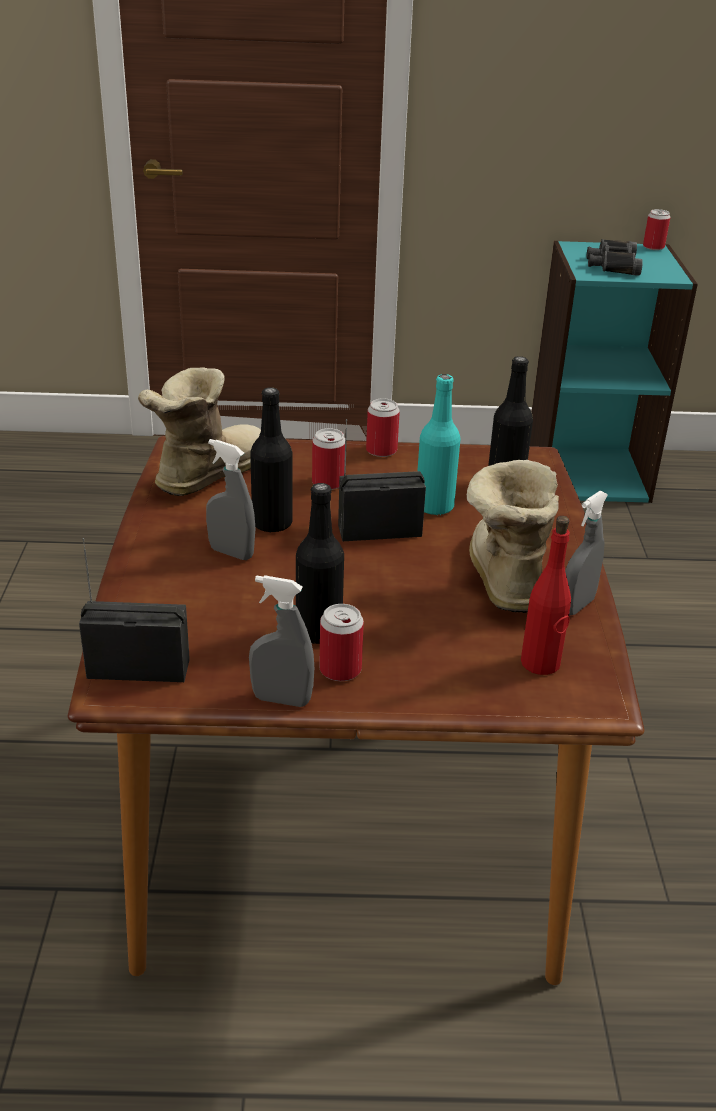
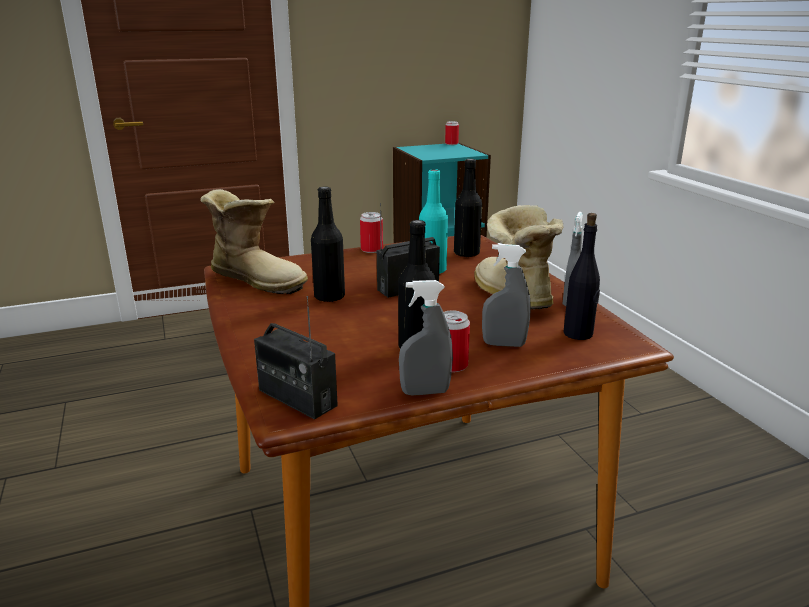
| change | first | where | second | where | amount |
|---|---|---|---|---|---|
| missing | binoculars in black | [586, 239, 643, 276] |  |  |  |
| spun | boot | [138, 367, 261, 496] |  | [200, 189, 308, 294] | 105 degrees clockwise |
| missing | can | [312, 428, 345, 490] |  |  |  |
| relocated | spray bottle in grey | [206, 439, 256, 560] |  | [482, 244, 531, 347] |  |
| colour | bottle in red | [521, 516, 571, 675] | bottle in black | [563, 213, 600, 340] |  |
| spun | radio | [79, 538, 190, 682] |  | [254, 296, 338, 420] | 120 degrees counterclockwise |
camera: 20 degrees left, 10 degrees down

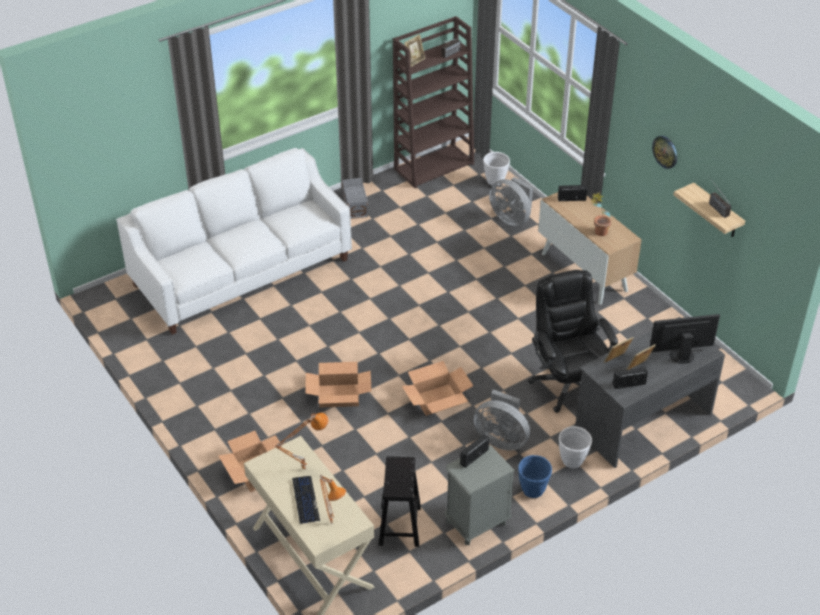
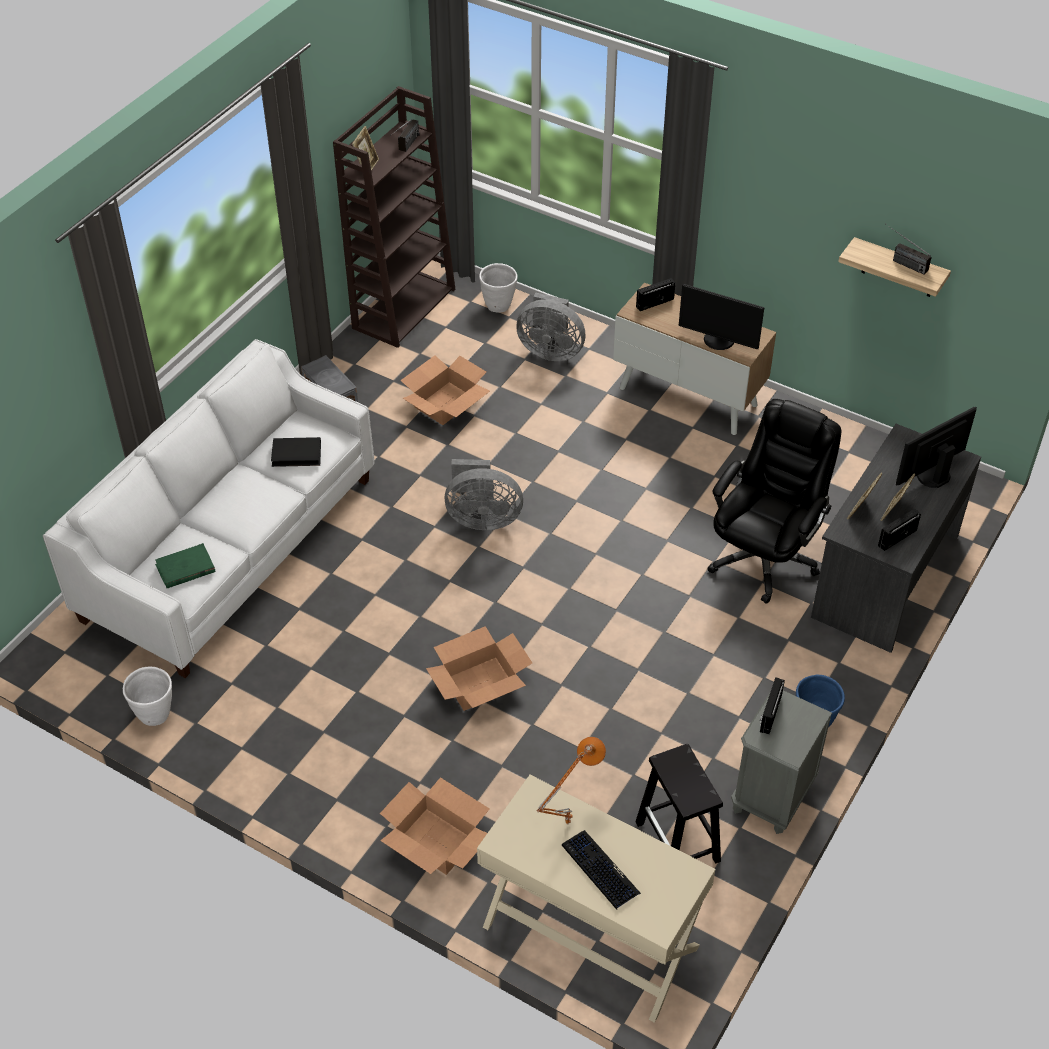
| change | first | where | second | where | amount |
|---|---|---|---|---|---|
| missing | wall clock | [652, 136, 677, 169] |  |  |  |
| exchanged | potted plant | [590, 192, 611, 236] | monitor | [679, 284, 764, 350] |  |
| spun | office chair in black | [528, 270, 618, 413] |  | [707, 399, 841, 604] | 75 degrees clockwise |
| relocated | cardboard box | [402, 361, 473, 416] |  | [400, 355, 490, 425] |  |
| relocated | fan in grey | [473, 389, 530, 451] |  | [445, 459, 523, 530] |  |
| relocated | planter in white | [559, 426, 592, 468] |  | [123, 667, 172, 726] |  |
| missing | table lamp in orange | [320, 475, 346, 524] |  |  |  |
| appeared |  |  | book in black | [271, 437, 321, 467] |  |
| appeared |  |  | book in green | [155, 543, 215, 588] |  |
camera: 25 degrees left, 5 degrees up

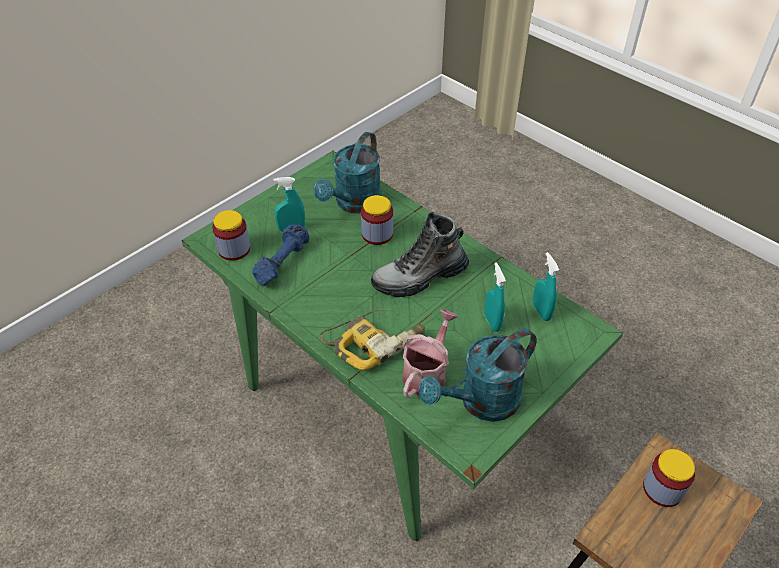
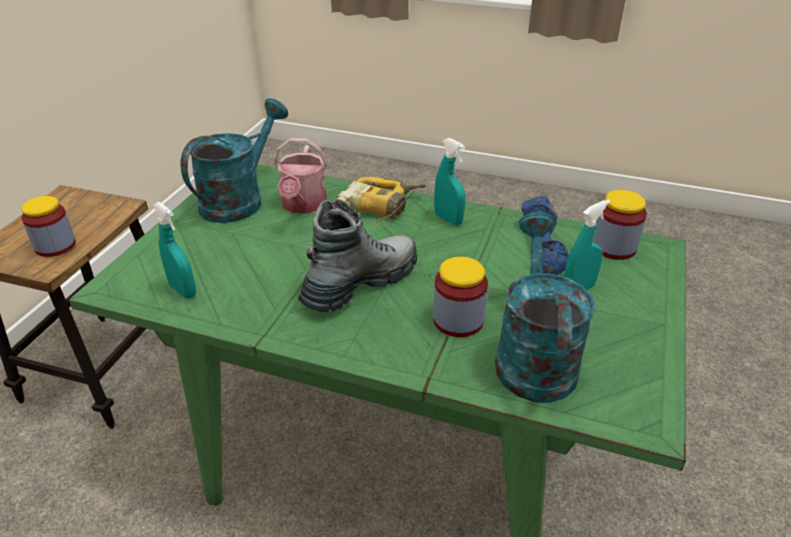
| change | first | where | second | where | amount |
|---|---|---|---|---|---|
| relocated | spray bottle in turquoise | [484, 262, 506, 332] |  | [434, 138, 466, 225] |  |
camera: 155 degrees right, 10 degrees down

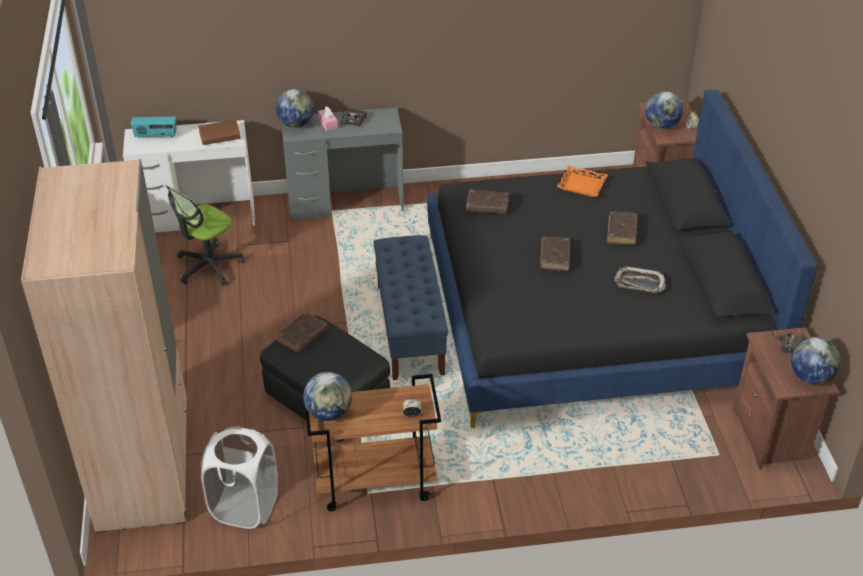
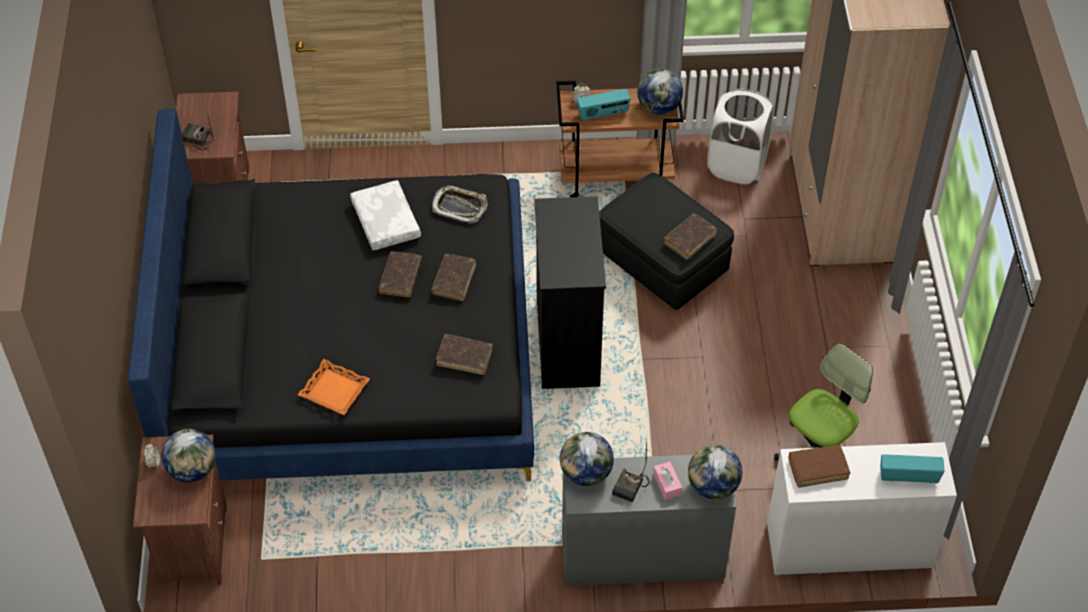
| change | first | where | second | where | amount |
|---|---|---|---|---|---|
| relocated | book in brown | [607, 211, 637, 245] |  | [431, 254, 476, 301] |  |
| exchanged | bench in blue | [374, 235, 448, 380] | dresser in black | [534, 196, 606, 389] |  |
| relocated | tray | [615, 267, 666, 293] |  | [432, 185, 488, 223] |  |
| relocated | globe | [791, 337, 841, 385] |  | [560, 432, 614, 486] |  |
| appeared |  |  | radio | [577, 89, 630, 121] |  |
| appeared |  |  | pillow in white | [350, 180, 421, 250] |  |
camera: 175 degrees left, 10 degrees up

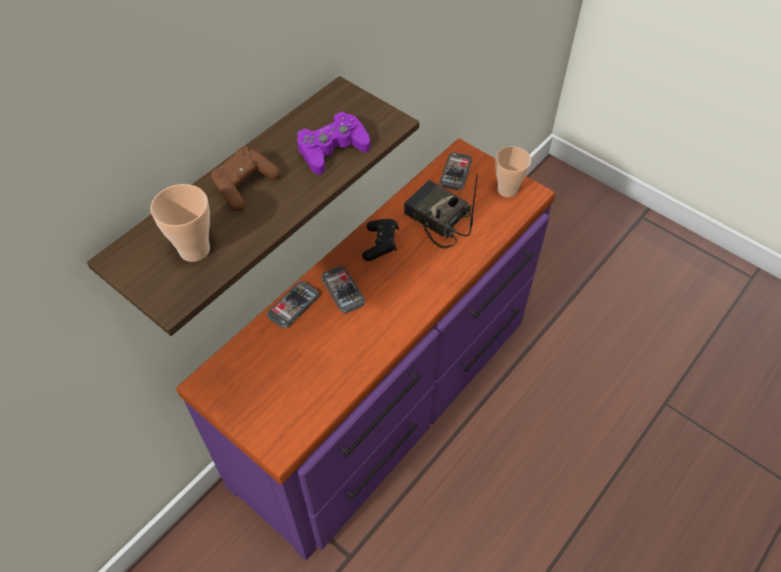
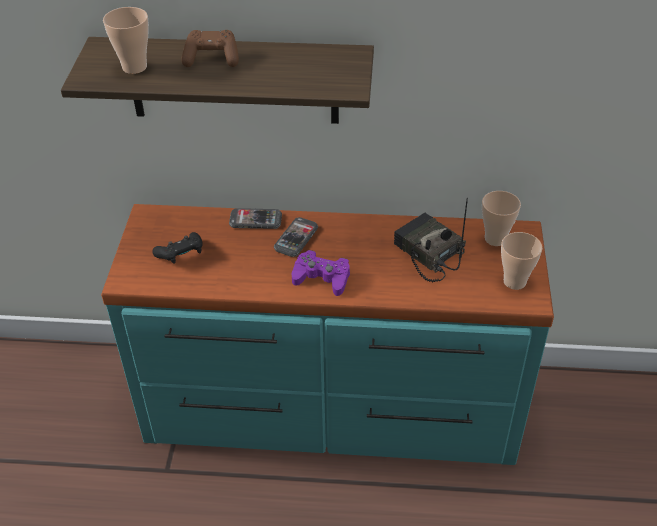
| change | first | where | second | where | amount |
|---|---|---|---|---|---|
| relocated | game controller in purple | [297, 112, 370, 175] |  | [292, 250, 350, 296] |  |
| colour | dresser in purple | [176, 138, 555, 560] | dresser in turquoise | [101, 204, 554, 465] |  |
| exchanged | phone | [440, 152, 472, 190] | cup | [482, 191, 521, 246] |  |
| spun | radio | [404, 174, 478, 249] |  | [394, 198, 468, 282] | 45 degrees counterclockwise |
| relocated | game controller in black | [362, 219, 399, 261] |  | [152, 232, 202, 264] |  |
camera: 55 degrees right, 10 degrees down

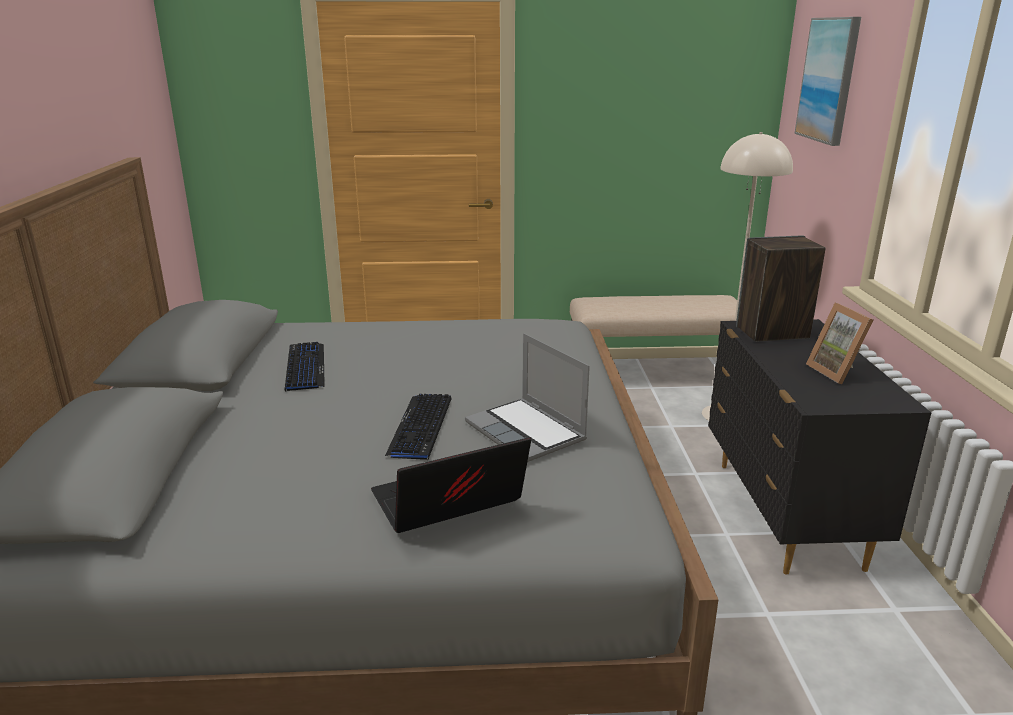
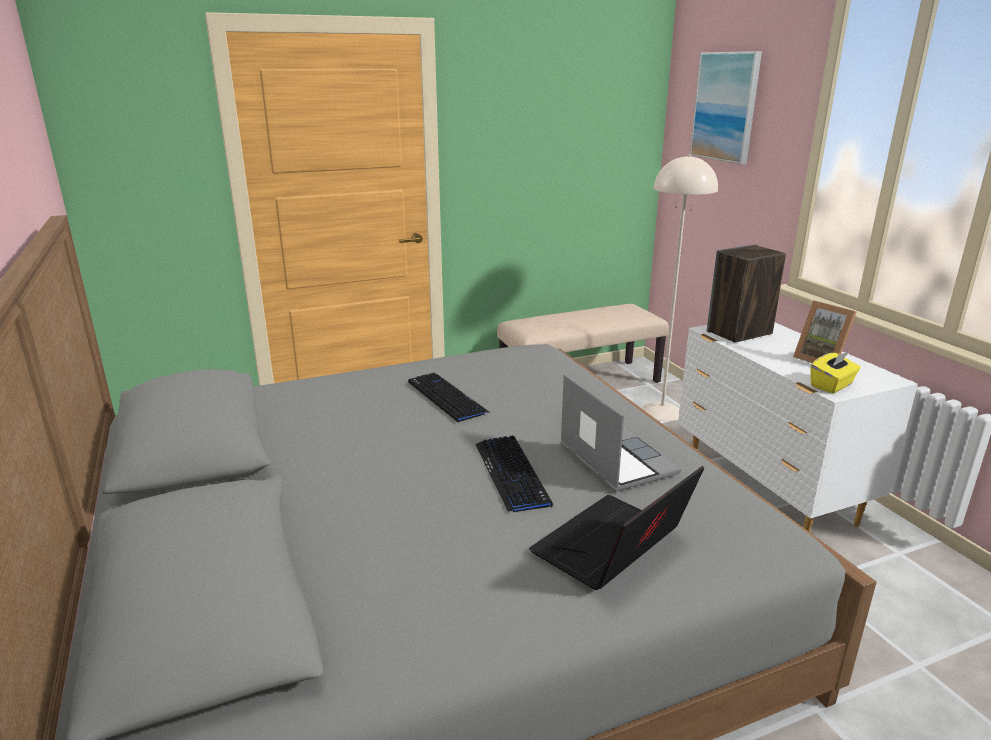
| change | first | where | second | where | amount |
|---|---|---|---|---|---|
| colour | dresser in black | [708, 319, 931, 574] | dresser in white | [678, 323, 918, 532] |  |
| spun | laptop | [465, 333, 590, 462] |  | [560, 374, 681, 492] | 150 degrees counterclockwise |
| relocated | keyboard | [285, 342, 325, 391] |  | [408, 373, 490, 423] |  |
| appeared |  |  | tissue box in yellow | [810, 351, 861, 393] |  |
camera: 20 degrees left, 0 degrees up

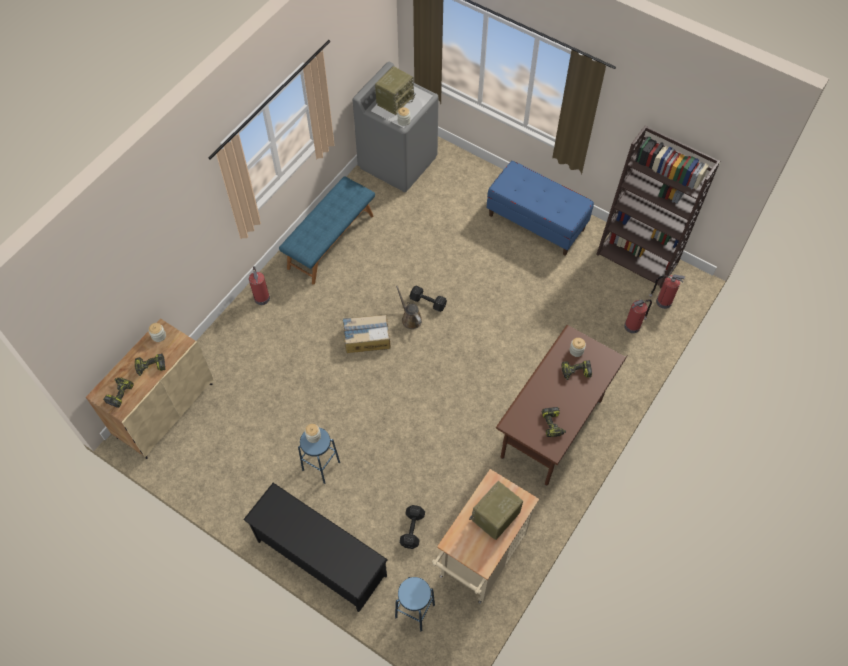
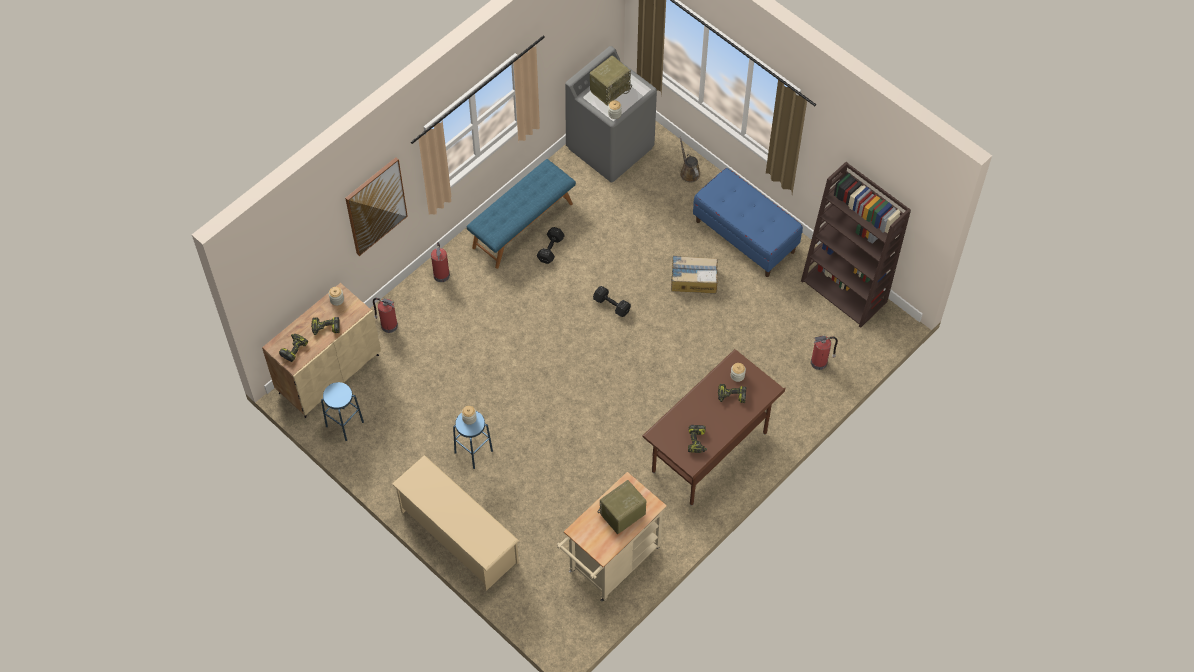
| change | first | where | second | where | amount |
|---|---|---|---|---|---|
| relocated | fire extinguisher | [649, 275, 685, 309] |  | [373, 298, 398, 333] |  |
| relocated | watering can in brown | [396, 286, 422, 329] |  | [679, 137, 700, 182] |  |
| relocated | cardboard box | [343, 315, 390, 353] |  | [671, 256, 718, 293] |  |
| colour | shoe rack in black | [243, 483, 388, 612] | shoe rack in beige | [392, 455, 519, 591] |  |
| relocated | dumbbell in black | [399, 505, 425, 549] |  | [537, 227, 565, 264] |  |
| relocated | stool in blue | [395, 577, 435, 632] |  | [321, 382, 364, 441] |  |
| appeared |  |  | picture | [345, 157, 408, 256] |  |
camera: 10 degrees right, 0 degrees up

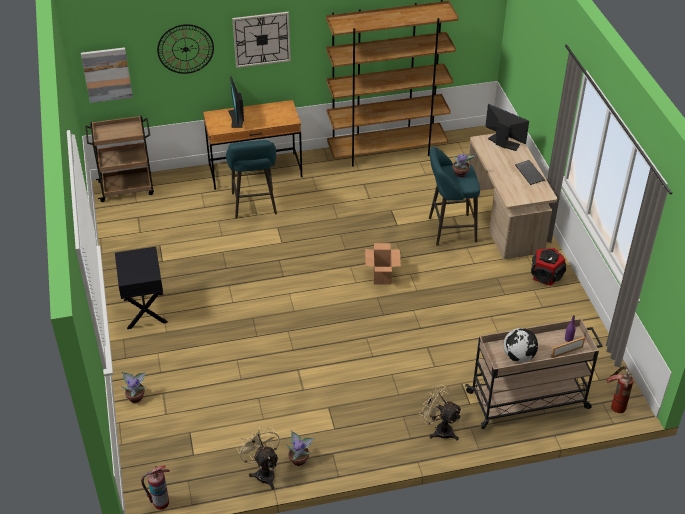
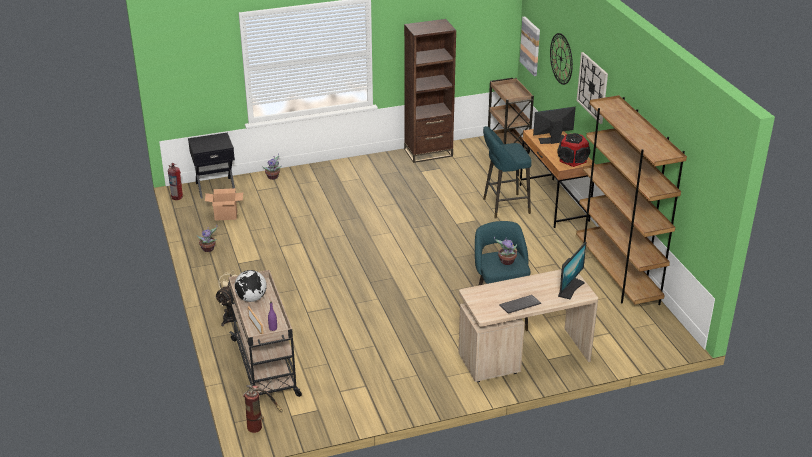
| change | first | where | second | where | amount |
|---|---|---|---|---|---|
| relocated | cardboard box | [365, 243, 401, 284] |  | [205, 188, 243, 221] |  |
| relocated | nightstand in black | [115, 247, 168, 329] |  | [188, 133, 236, 199] |  |
| relocated | speaker | [531, 248, 566, 286] |  | [557, 133, 590, 167] |  |
| missing | fan in beige | [237, 426, 280, 489] |  |  |  |
| appeared |  |  | bookcase in brown | [404, 19, 456, 163] |  |
camera: 85 degrees right, 10 degrees down

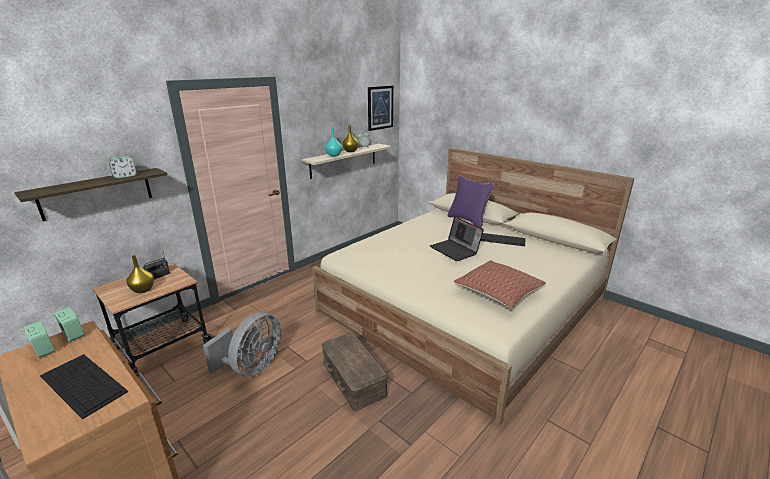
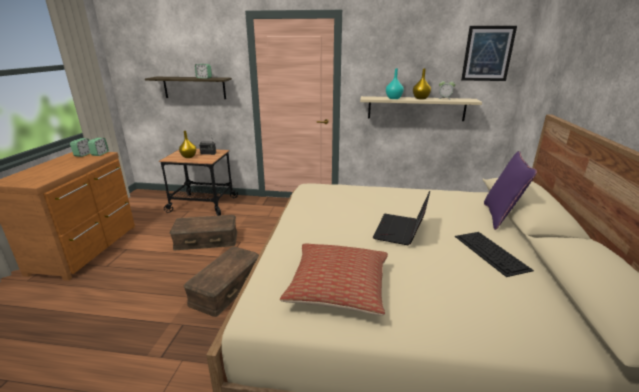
| change | first | where | second | where | amount |
|---|---|---|---|---|---|
| exchanged | fan in grey | [203, 312, 281, 377] | storage box in brown | [169, 215, 237, 250] |  |
| missing | keyboard | [40, 354, 128, 419] |  |  |  |
camera: 55 degrees right, 0 degrees up

